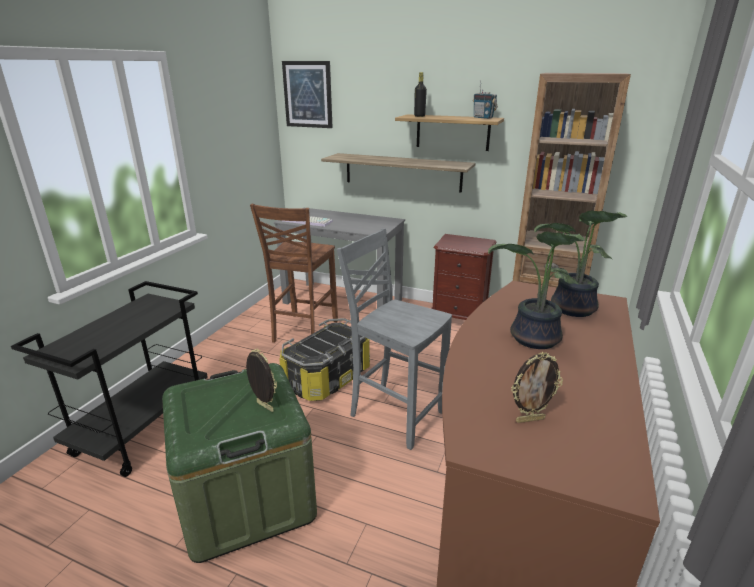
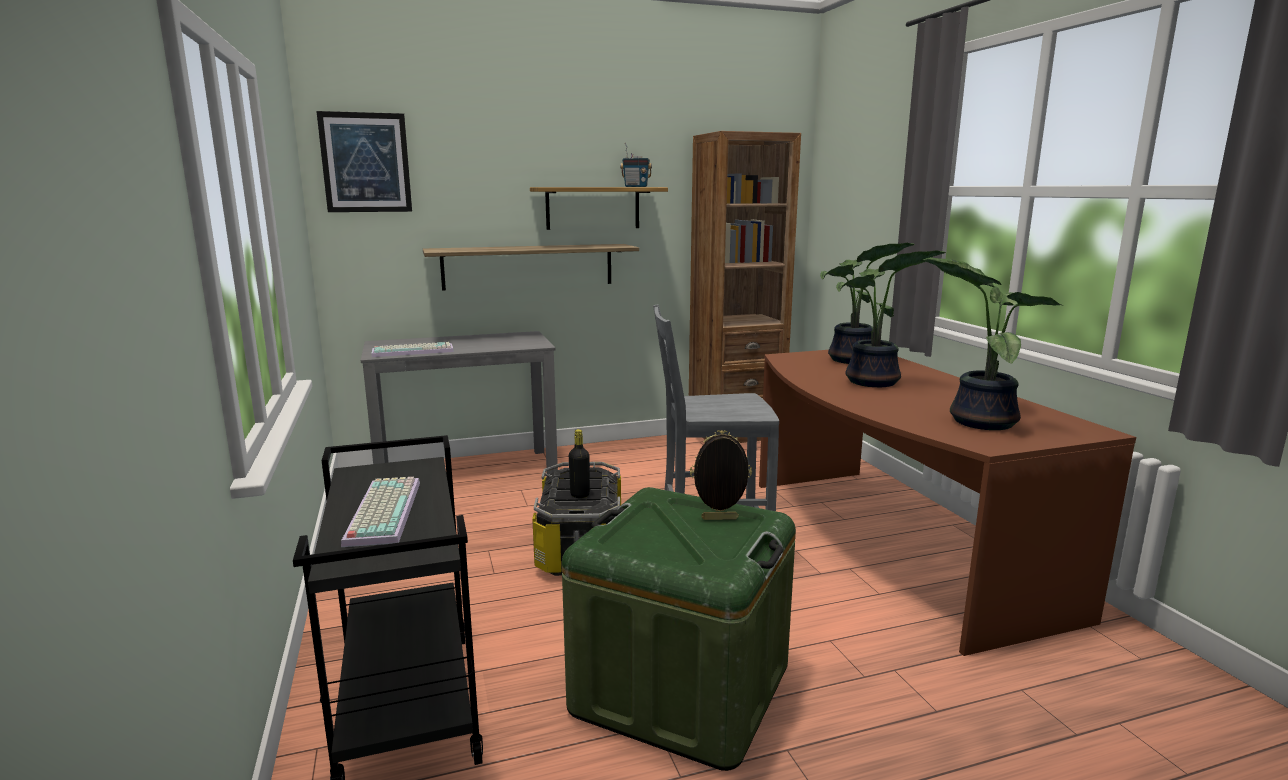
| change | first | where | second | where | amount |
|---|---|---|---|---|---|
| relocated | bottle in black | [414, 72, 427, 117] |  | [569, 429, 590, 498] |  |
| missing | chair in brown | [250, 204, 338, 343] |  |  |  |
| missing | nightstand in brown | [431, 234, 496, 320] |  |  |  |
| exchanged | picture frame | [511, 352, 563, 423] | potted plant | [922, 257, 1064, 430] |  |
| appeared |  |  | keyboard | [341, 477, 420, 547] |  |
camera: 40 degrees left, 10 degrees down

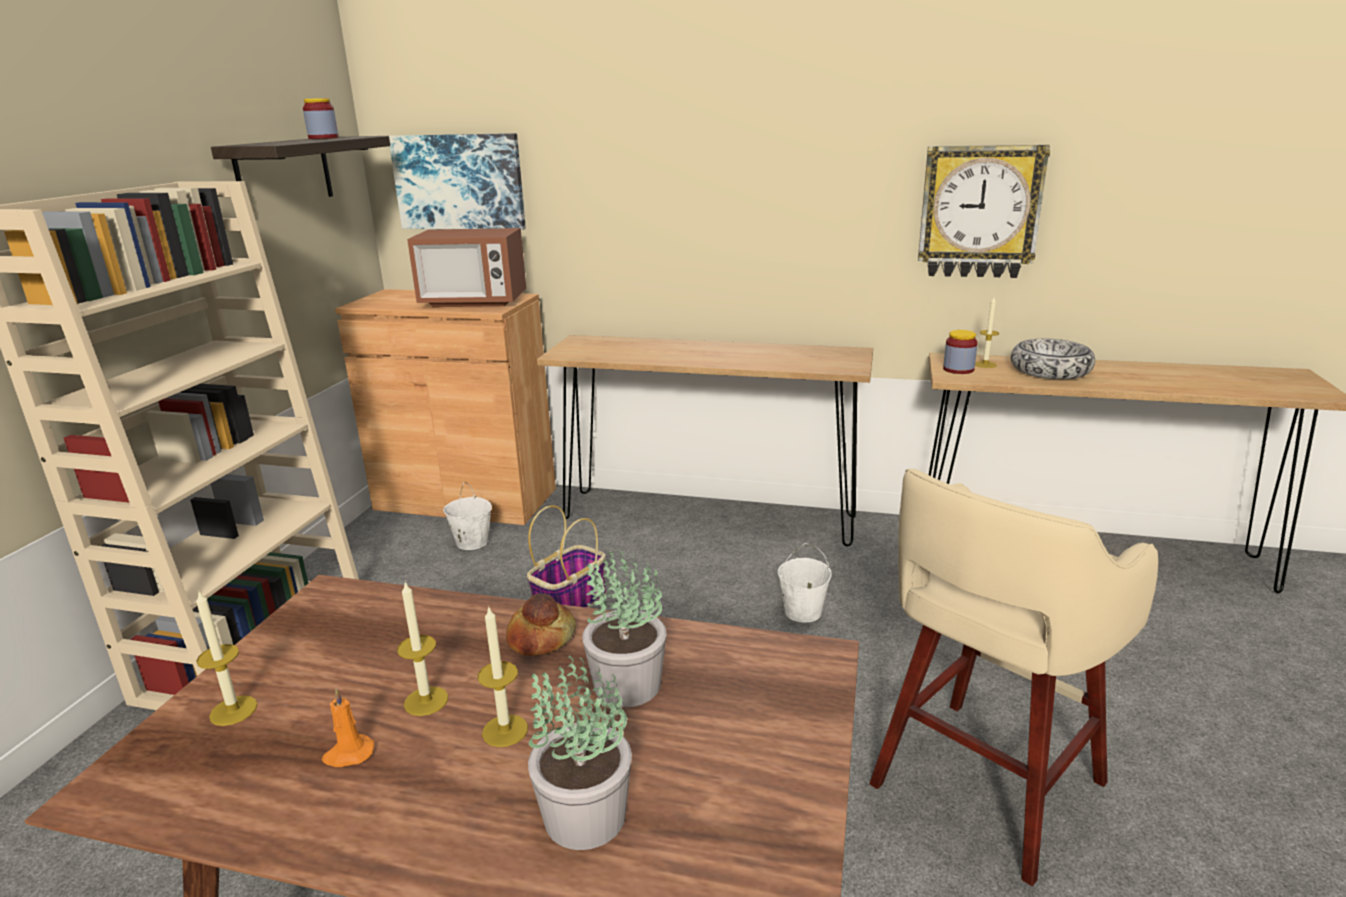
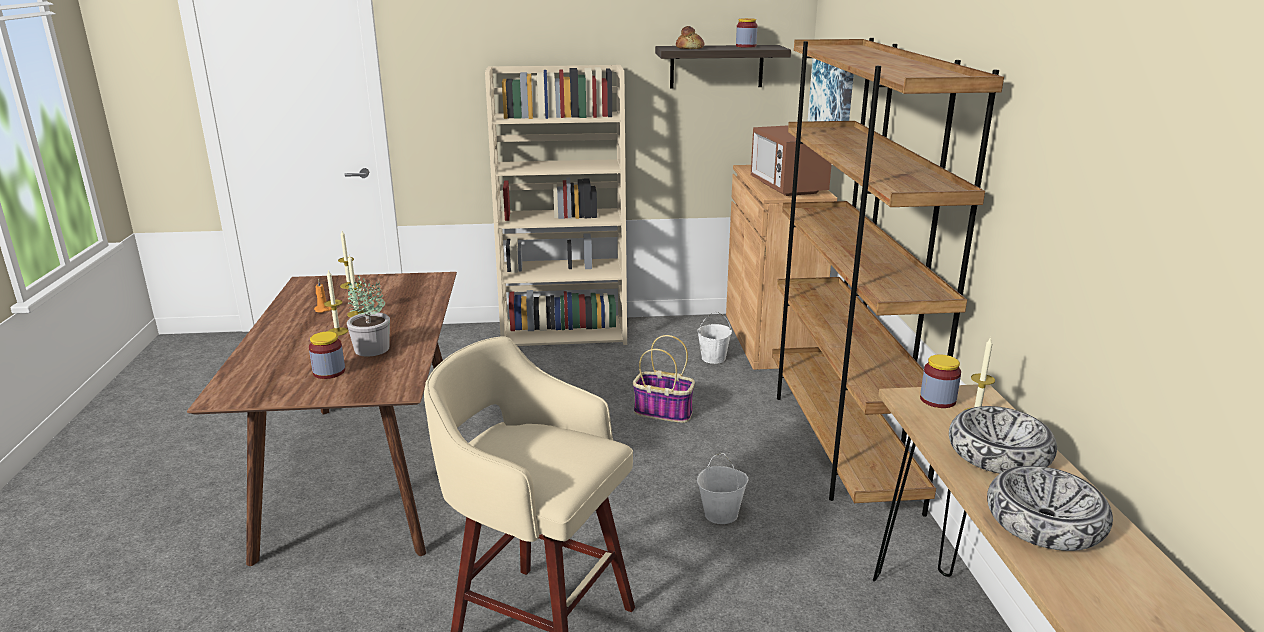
| change | first | where | second | where | amount |
|---|---|---|---|---|---|
| missing | wall clock | [918, 145, 1050, 278] |  |  |  |
| exchanged | console table in brown | [537, 335, 873, 547] | bookcase in brown | [772, 38, 1004, 517] |  |
| relocated | bread | [506, 593, 576, 656] |  | [676, 26, 704, 49] |  |
| missing | potted plant | [528, 656, 632, 850] |  |  |  |
| appeared |  |  | jar | [309, 332, 345, 379] |  |
| appeared |  |  | bowl | [987, 466, 1113, 551] |  |
camera: 70 degrees right, 0 degrees up

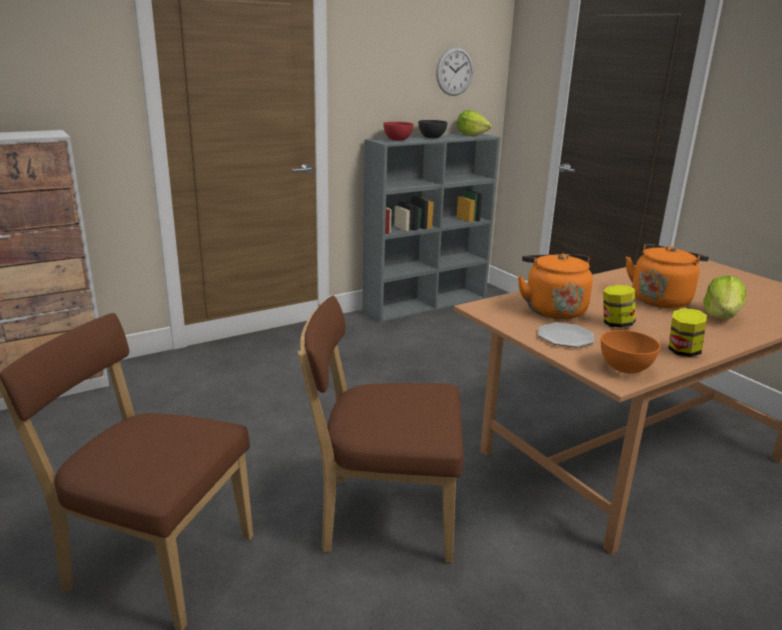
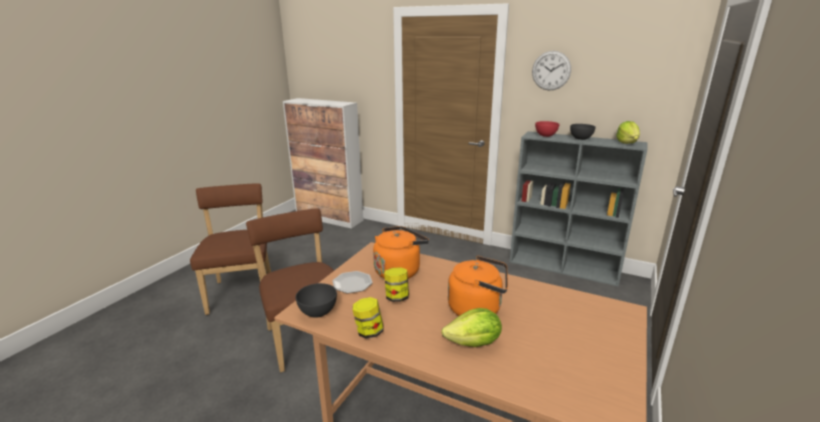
| change | first | where | second | where | amount |
|---|---|---|---|---|---|
| relocated | wall clock | [436, 47, 473, 96] |  | [532, 51, 571, 90] |  |
| colour | bowl in orange | [601, 330, 660, 374] | bowl in grey | [295, 283, 337, 318] |  |
camera: 60 degrees right, 0 degrees up

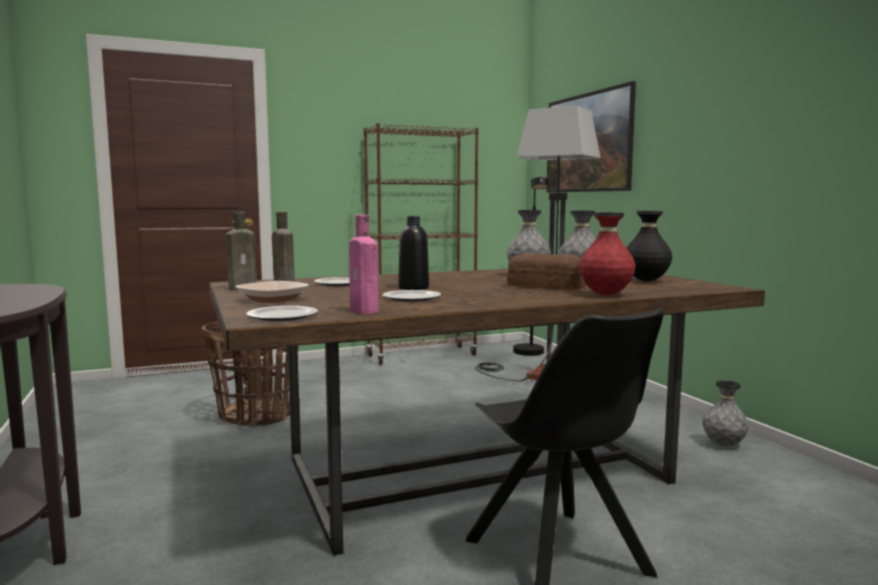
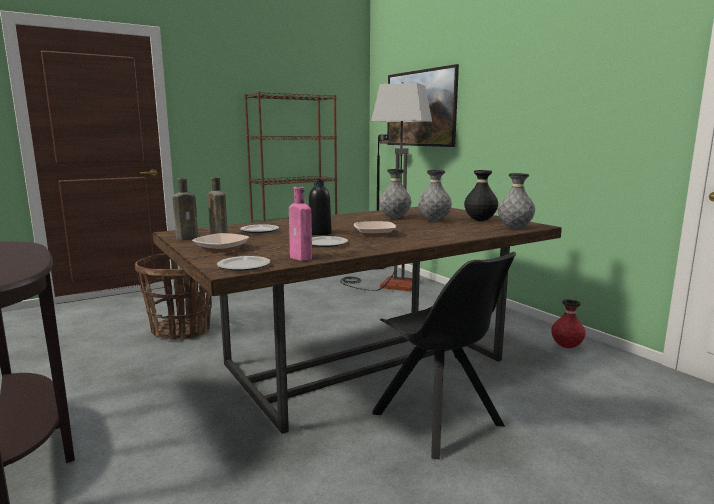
| change | first | where | second | where | amount |
|---|---|---|---|---|---|
| relocated | vase in red | [579, 212, 636, 295] |  | [551, 299, 586, 348] |  |
| missing | bread | [507, 254, 586, 290] |  |  |  |
| relocated | vase in grey | [703, 380, 749, 446] |  | [498, 173, 535, 229] |  |
| appeared |  |  | bowl | [354, 221, 396, 237] |  |
camera: 10 degrees left, 5 degrees up

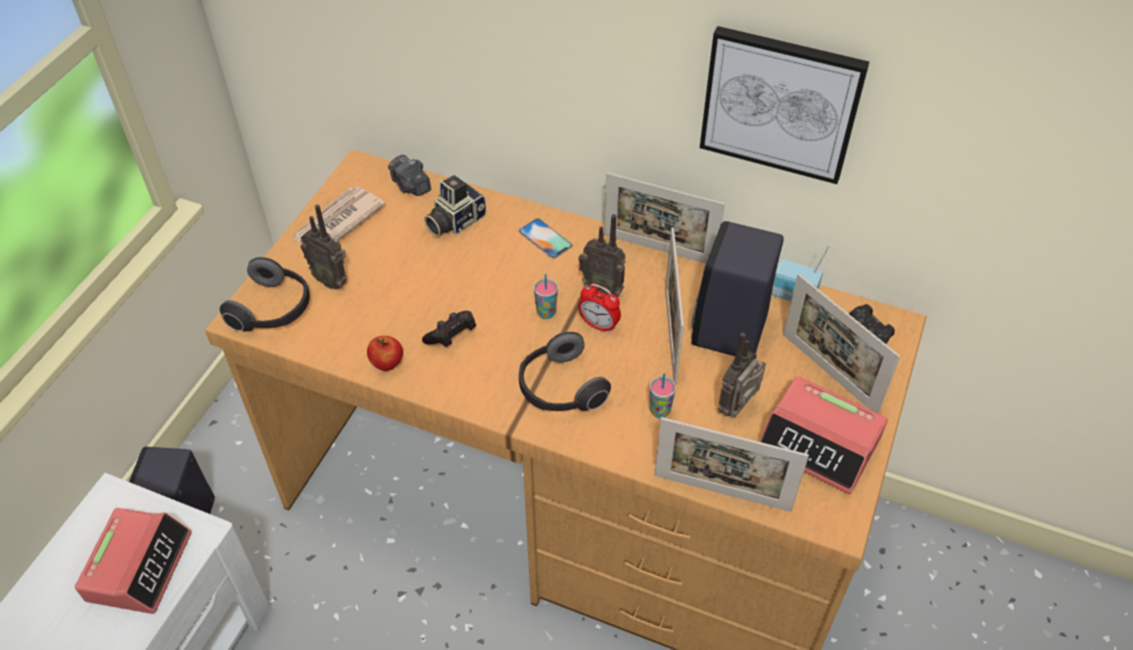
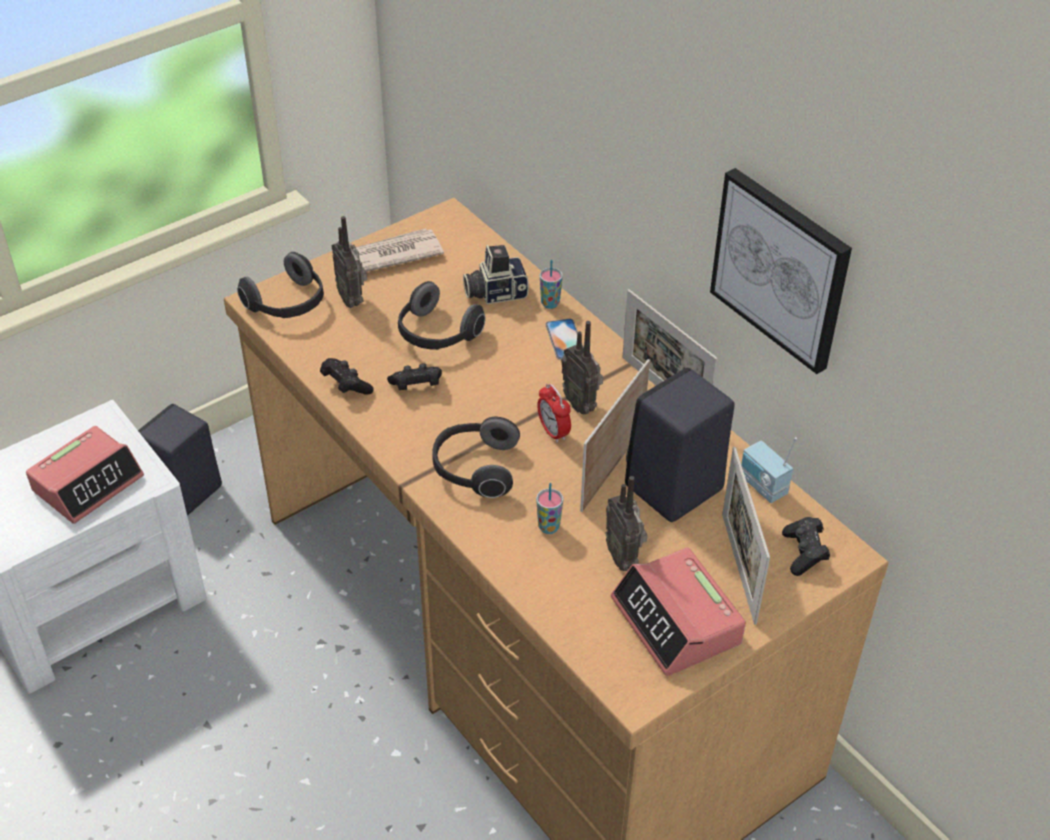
| change | first | where | second | where | amount |
|---|---|---|---|---|---|
| missing | photo camera | [388, 155, 431, 196] |  |  |  |
| relocated | cup | [534, 274, 558, 319] |  | [540, 260, 563, 309] |  |
| spun | radio | [718, 332, 766, 418] |  | [606, 476, 648, 571] | 90 degrees counterclockwise |
| exchanged | apple | [367, 336, 403, 371] | game controller in black | [320, 358, 374, 395] |  |
| missing | picture frame | [654, 417, 809, 512] |  |  |  |
| appeared |  |  | headphones | [398, 281, 486, 350] |  |
camera: 30 degrees right, 5 degrees down

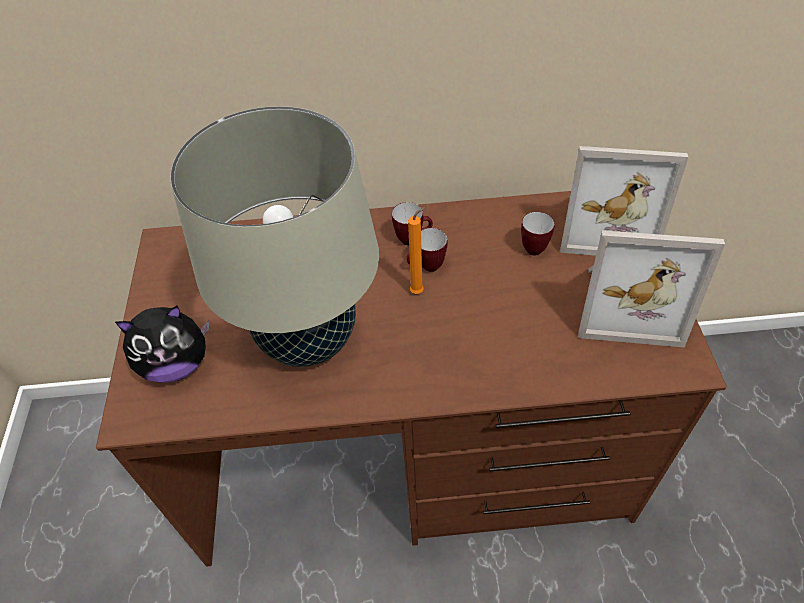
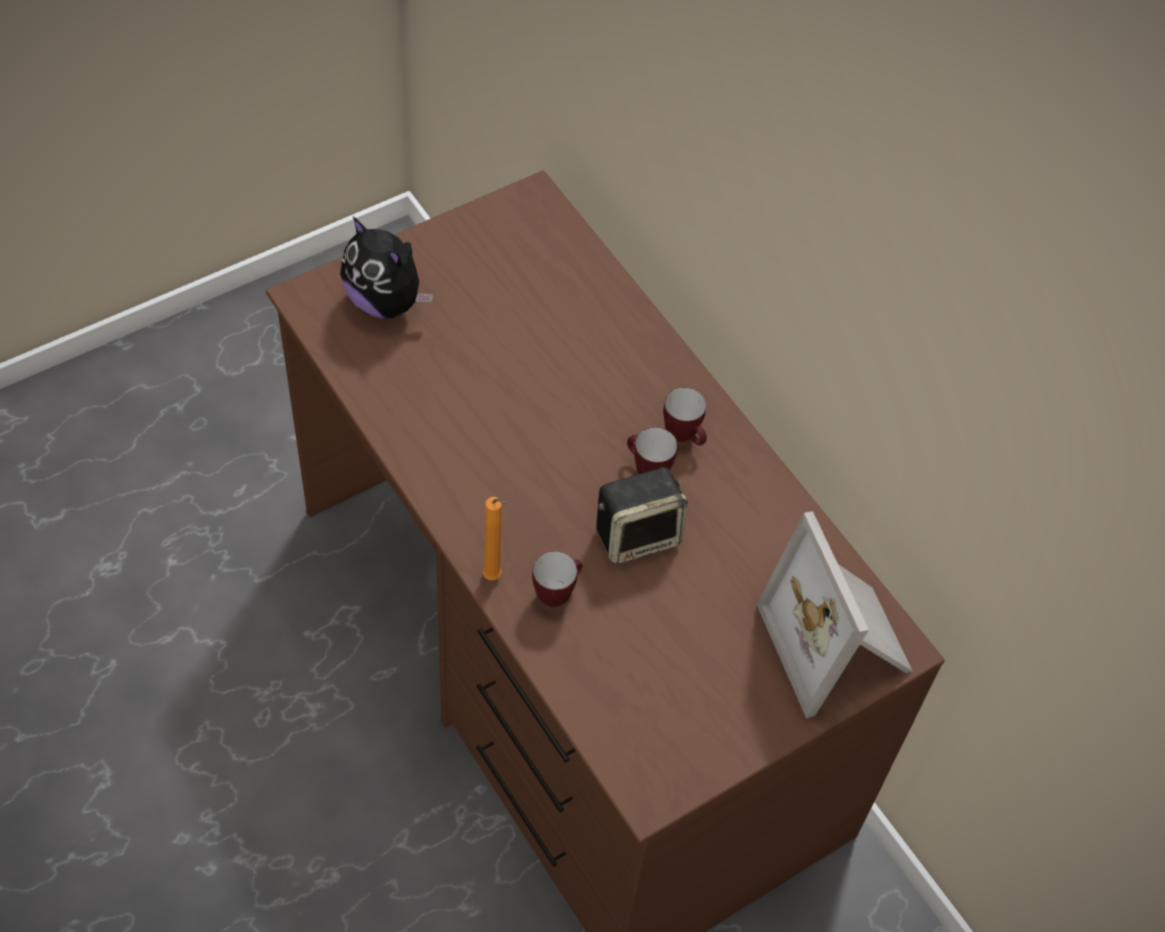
| change | first | where | second | where | amount |
|---|---|---|---|---|---|
| missing | table lamp in beige | [170, 106, 379, 367] |  |  |  |
| relocated | candle in orange | [408, 207, 426, 294] |  | [483, 497, 507, 580] |  |
| relocated | mug | [521, 212, 555, 256] |  | [532, 551, 583, 607] |  |
| missing | picture frame | [578, 230, 725, 348] |  |  |  |
| appeared |  |  | speaker | [596, 467, 688, 564] |  |
camera: 55 degrees right, 5 degrees up

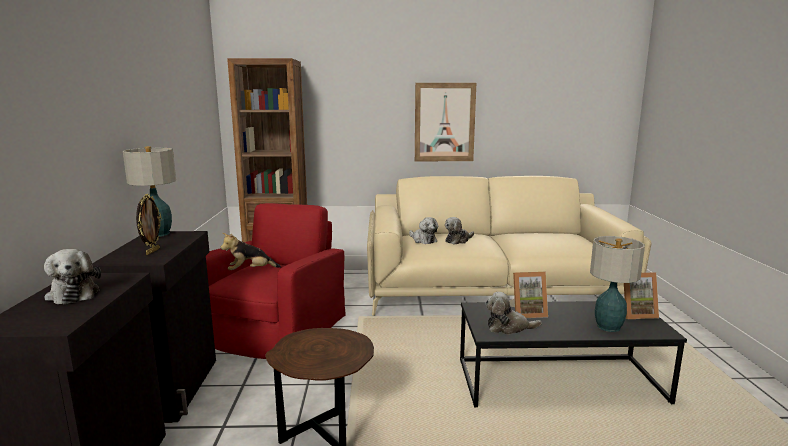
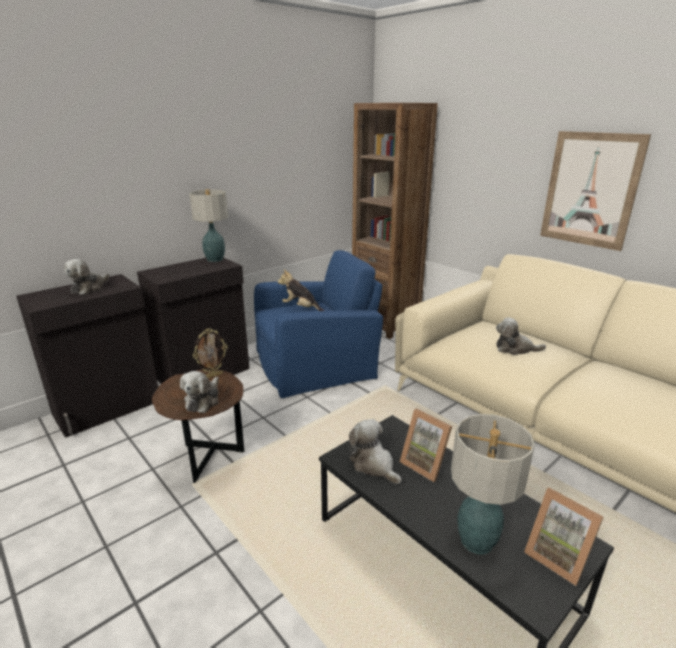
| change | first | where | second | where | amount |
|---|---|---|---|---|---|
| relocated | picture frame | [136, 194, 162, 255] |  | [193, 328, 228, 378] |  |
| colour | armchair in red | [206, 203, 346, 359] | armchair in blue | [254, 250, 383, 398] |  |
| relocated | plush toy | [409, 217, 438, 244] |  | [180, 371, 219, 413] |  |
camera: 50 degrees right, 10 degrees up

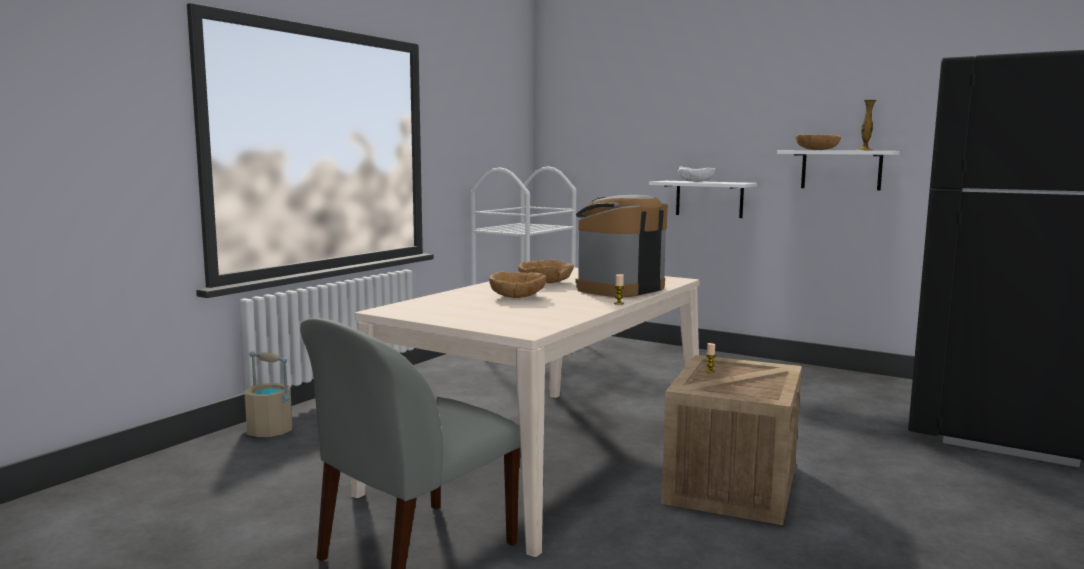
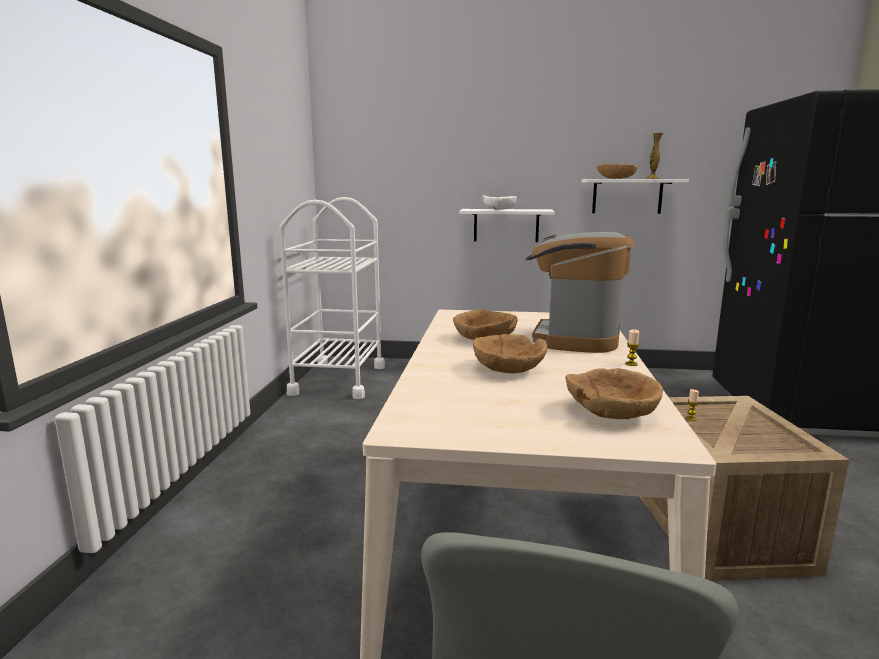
| change | first | where | second | where | amount |
|---|---|---|---|---|---|
| missing | bucket in beige | [245, 352, 292, 437] |  |  |  |
| appeared |  |  | bowl in brown | [565, 368, 663, 419] |  |
camera: 25 degrees left, 5 degrees up

